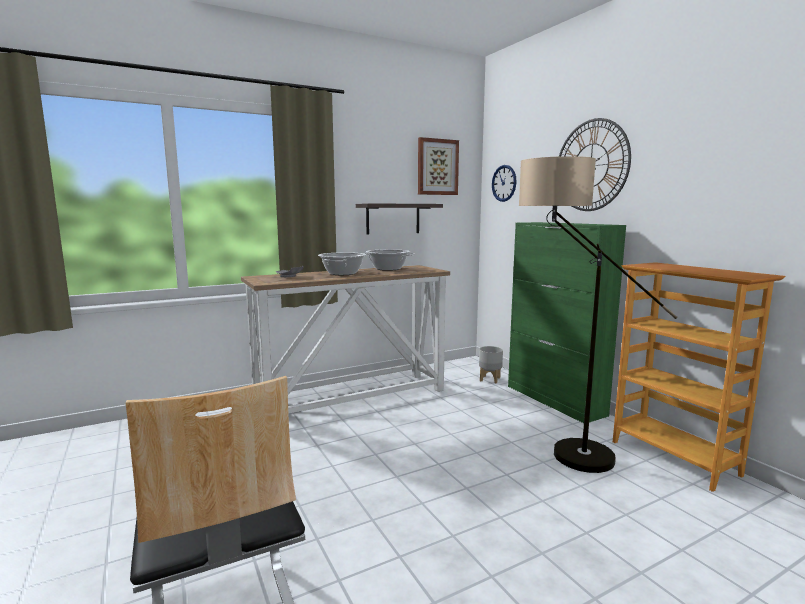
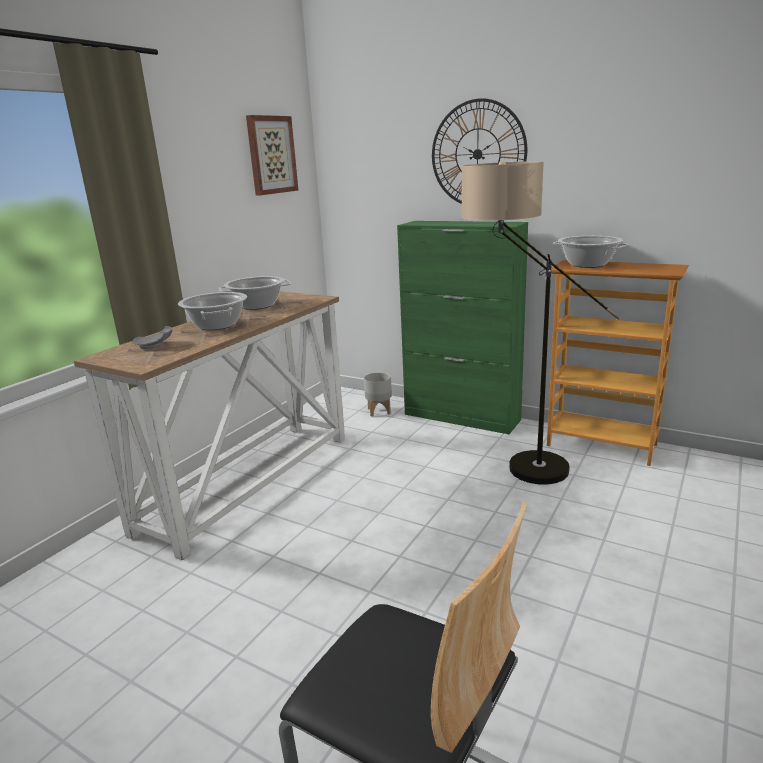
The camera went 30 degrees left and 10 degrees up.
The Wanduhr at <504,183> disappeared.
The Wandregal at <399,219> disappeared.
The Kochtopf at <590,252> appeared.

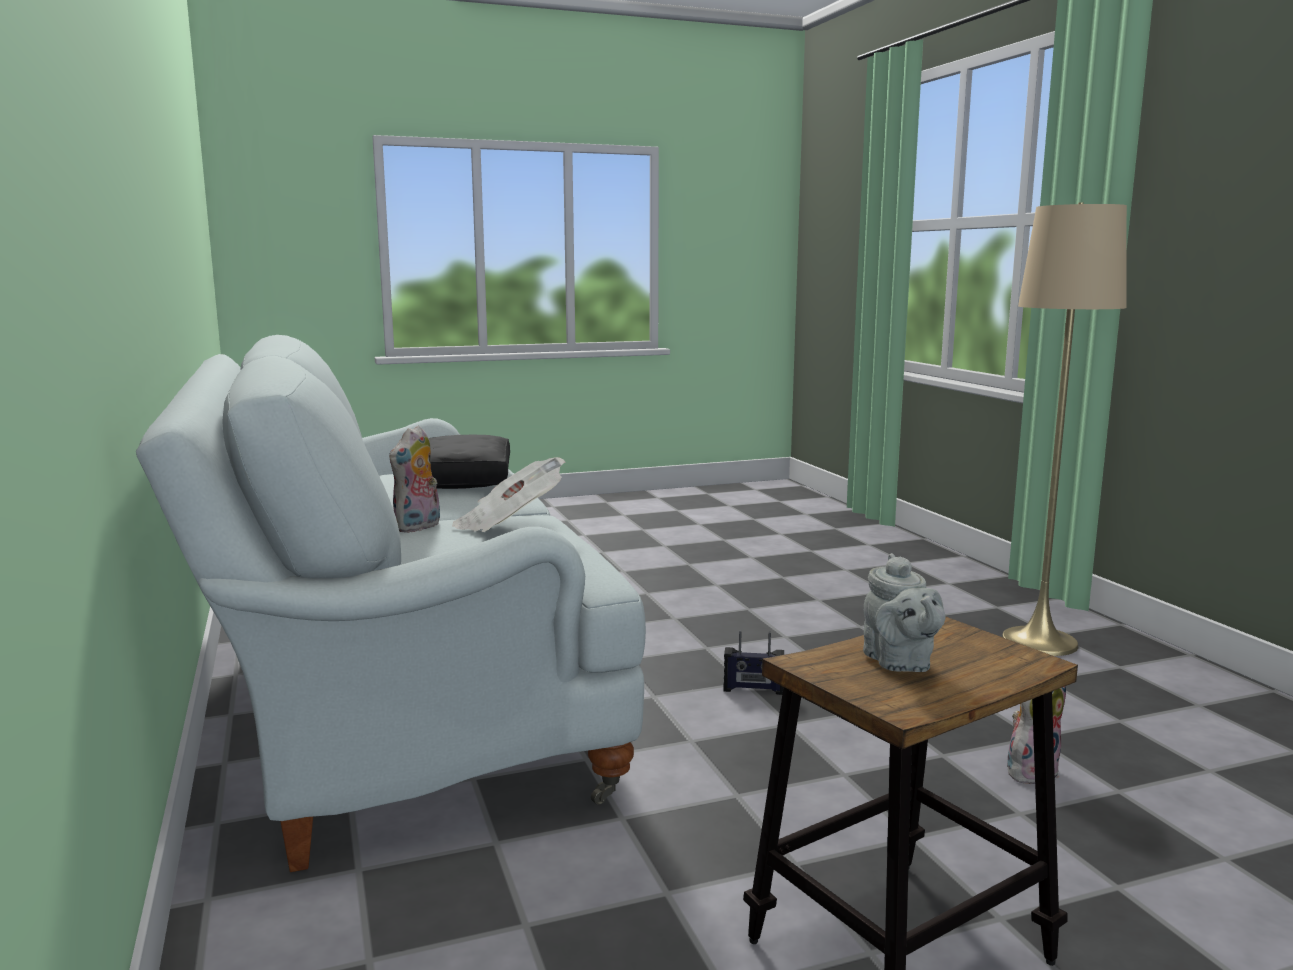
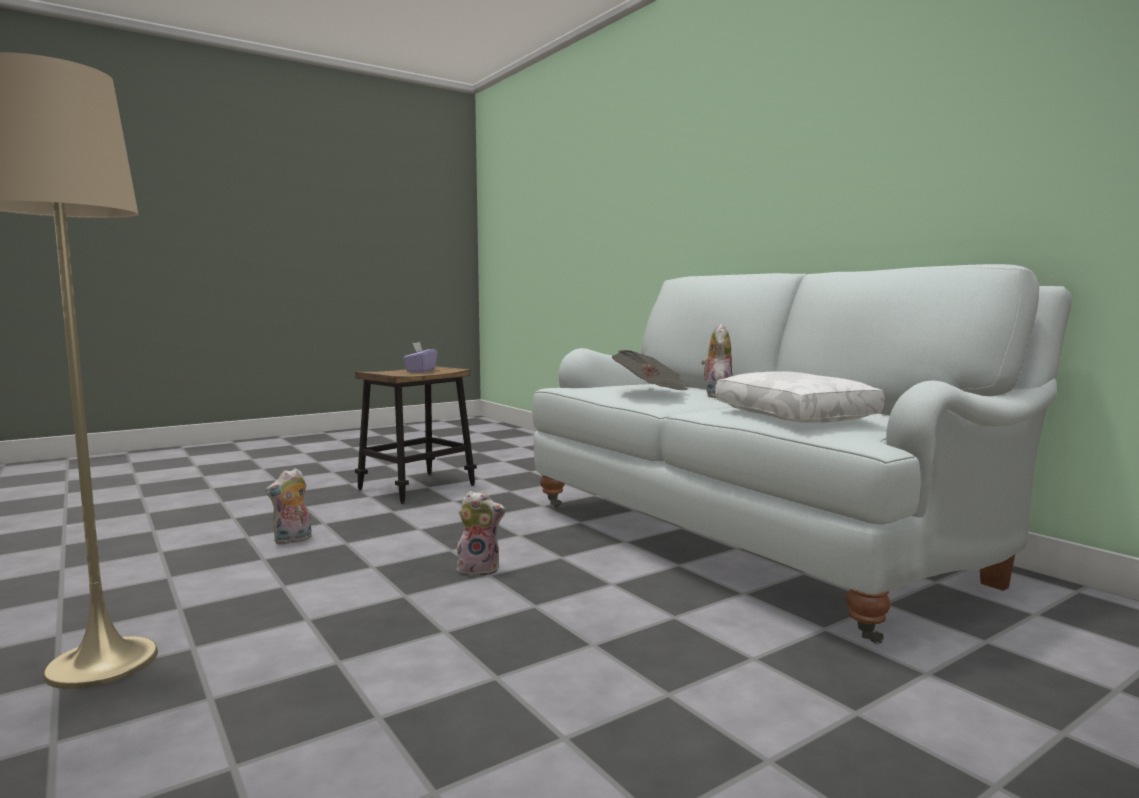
The camera went 165 degrees right and 5 degrees down.
The Kissen (schwarz) at <469,461> became the Kissen (weiß) at <799,397>.
The Teekanne (grau) at <904,612> was replaced by the Taschentuchbox (lila) at <420,357>.
The Radio at <753,662> was replaced by the Plüschtier at <480,534>.

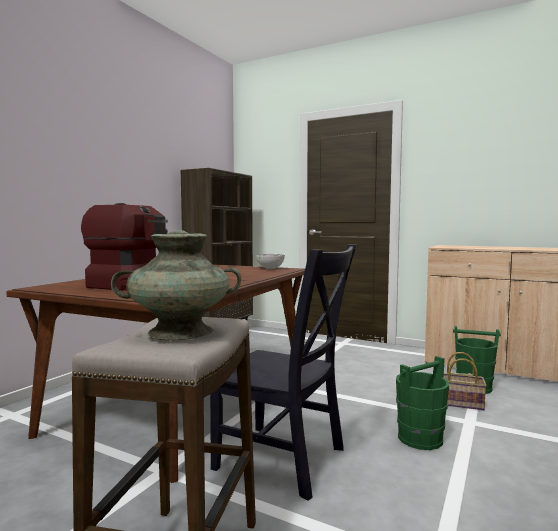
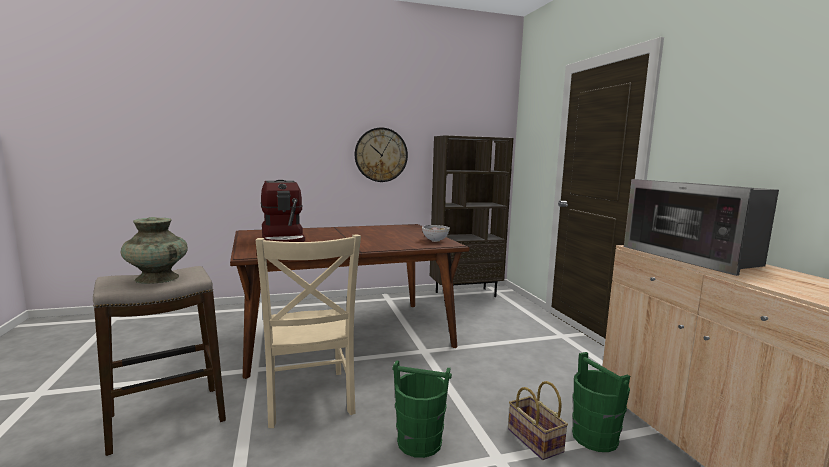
The camera went 45 degrees right and 5 degrees up.
The Stuhl (schwarz) at <283,372> became the Stuhl (beige) at <308,331>.
The Wanduhr at <381,155> appeared.
The Mikrowelle at <701,227> appeared.

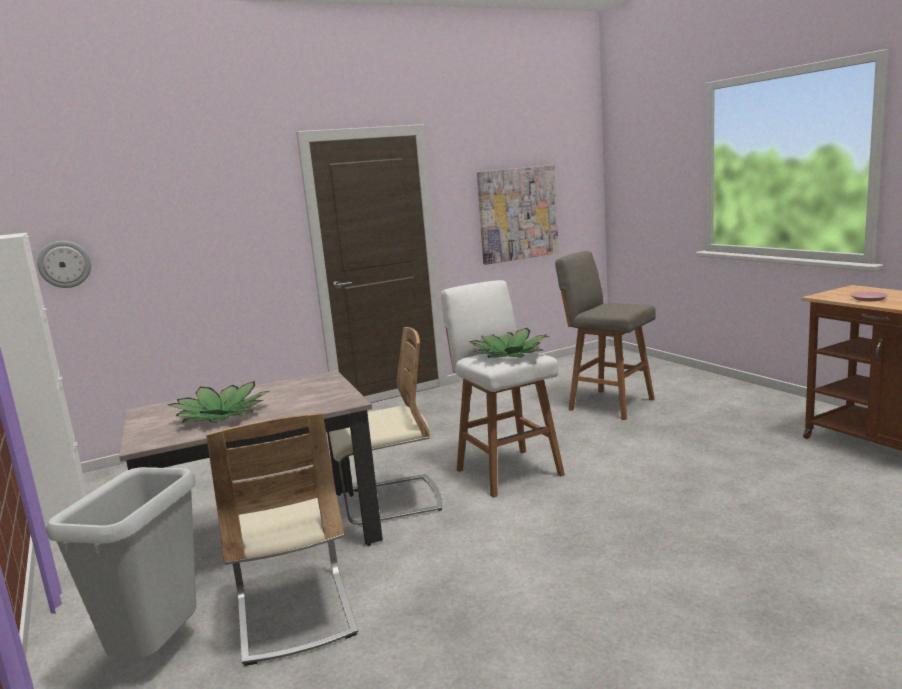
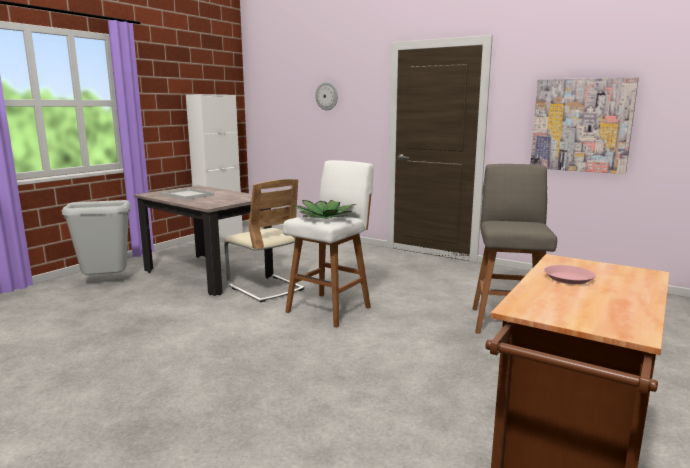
The camera went 60 degrees right and 0 degrees up.
The Wanduhr moved from <64,264> to <326,96>.
The Topfpflanze at <218,402> was replaced by the Tablett (weiß) at <187,194>.
The Stuhl (beige) at <282,539> disappeared.

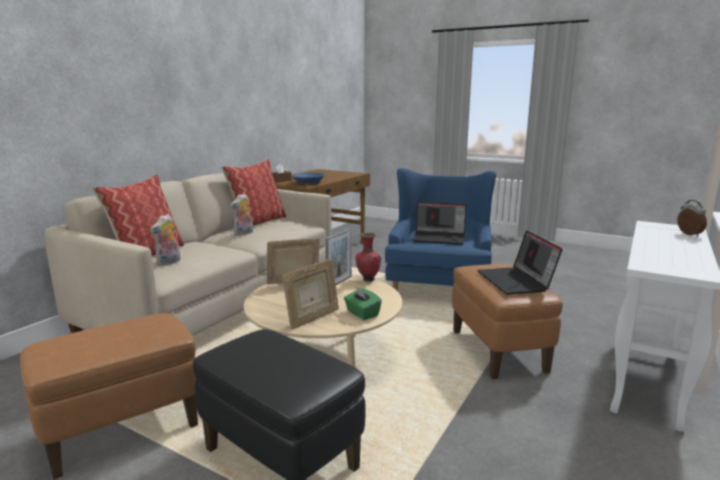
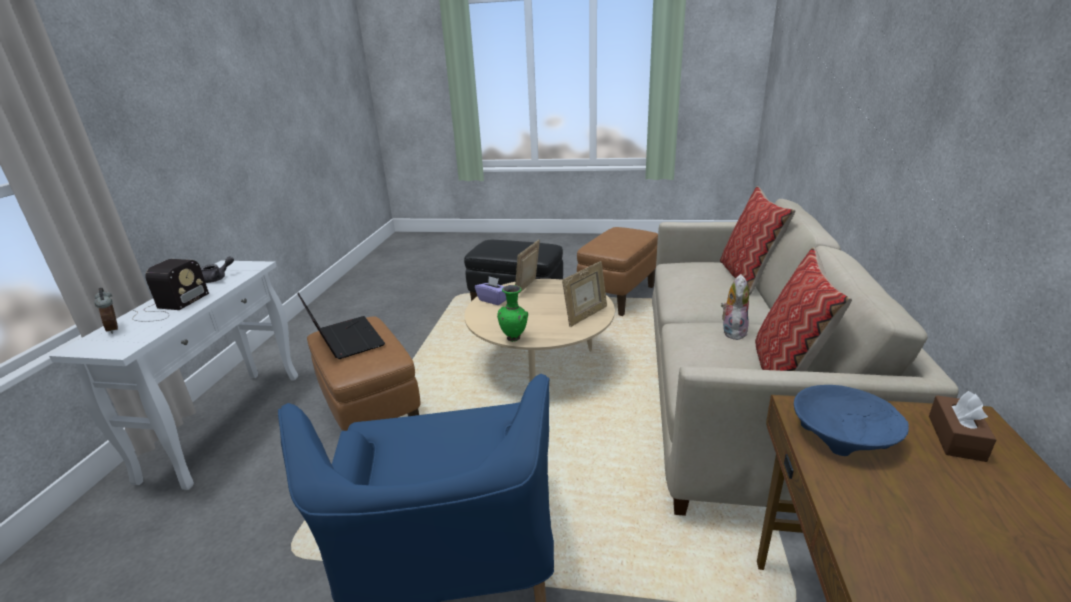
The camera went 160 degrees right and 10 degrees up.
The Laptop at <440,223> disappeared.
The Plüschtier at <165,240> disappeared.
The Bilderrahmen at <338,256> disappeared.
The Vase (rot) at <368,257> became the Vase (grün) at <512,313>.
The Taschentuchbox (grün) at <363,303> became the Taschentuchbox (lila) at <491,290>.
The Teekanne (grau) at <217,269> appeared.
The Radio at <170,290> appeared.

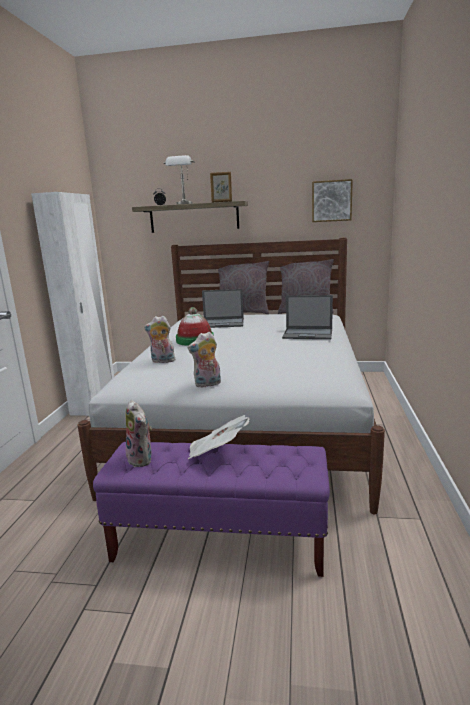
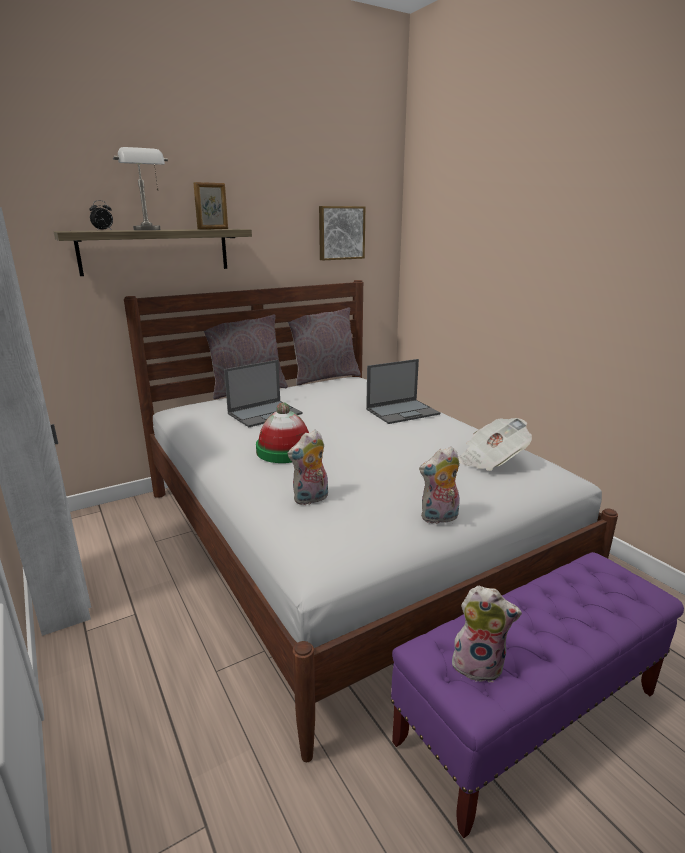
The camera went 40 degrees left and 5 degrees up.
The Plüschtier at <204,359> turned 45 degrees clockwise.
The Zeitung moved from <219,437> to <495,444>.

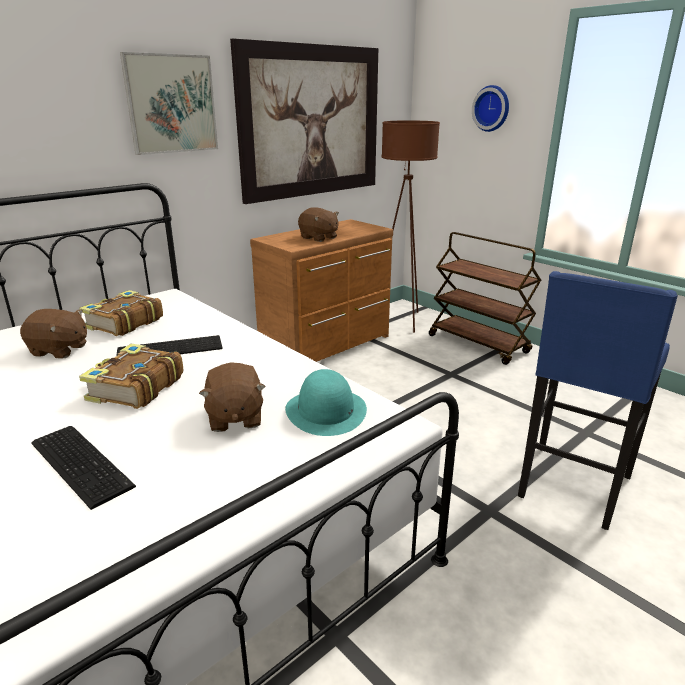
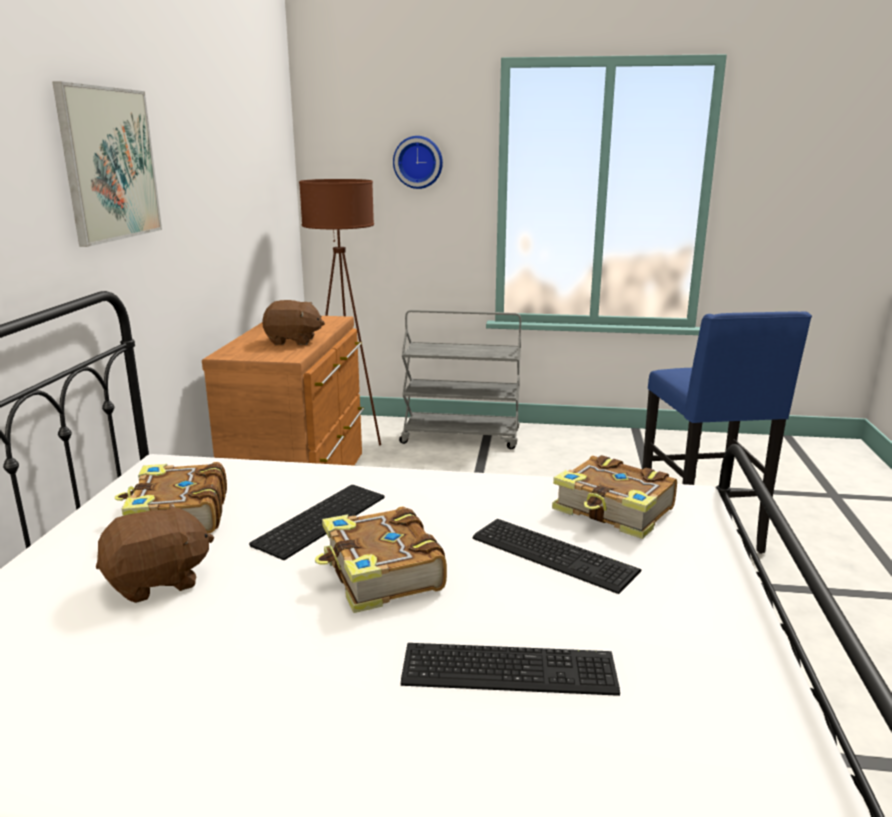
The camera went 40 degrees left and 5 degrees down.
The Bild at <304,121> disappeared.
The Rollwagen (braun) at <485,298> became the Rollwagen (grau) at <460,379>.
The Plüschtier (braun) at <232,397> was replaced by the Tastatur at <557,556>.
The Hut (türkis) at <326,402> was replaced by the Buch at <614,497>.

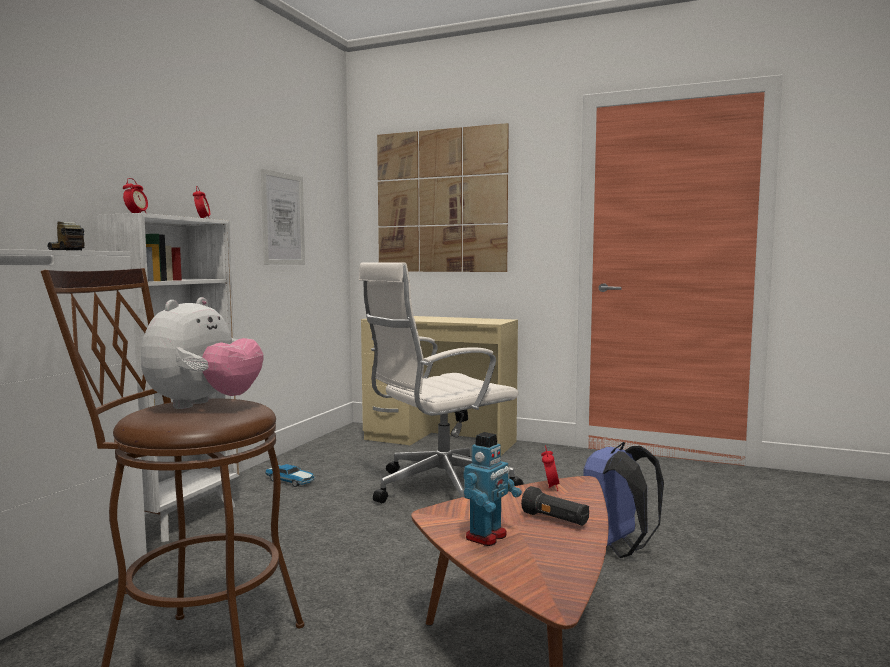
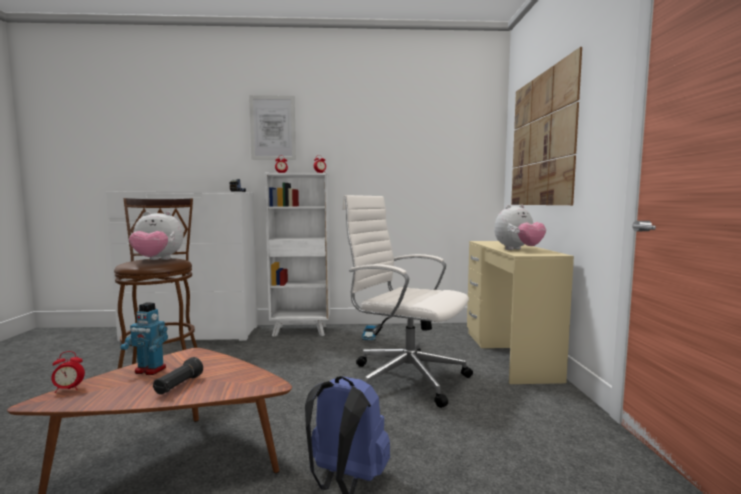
The camera went 65 degrees right and 0 degrees up.
The Bild moved from <283,217> to <272,127>.
The Wecker moved from <550,468> to <68,372>.
The Plüschtier at <520,227> appeared.

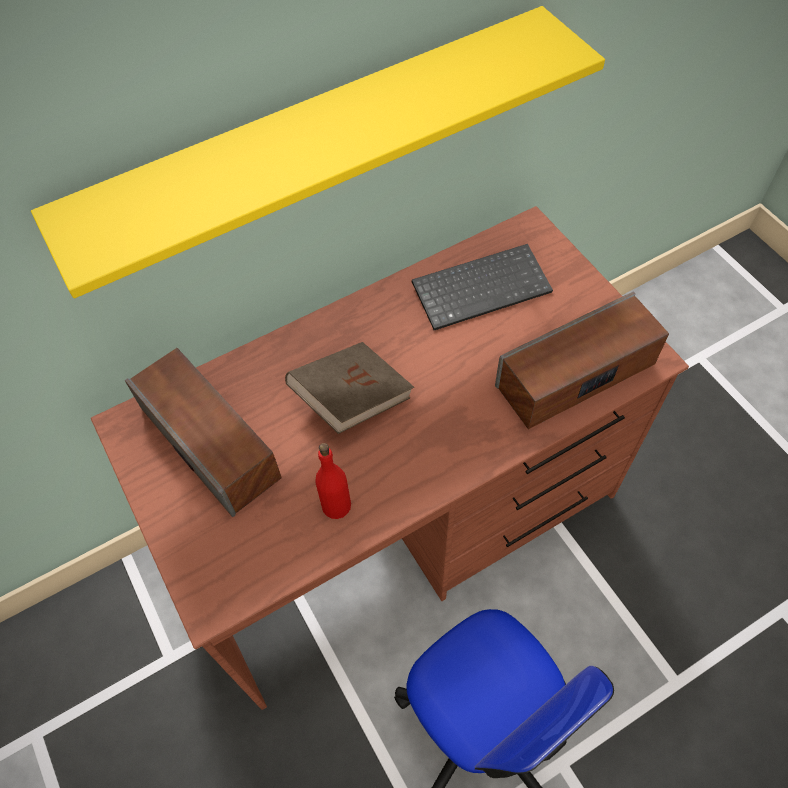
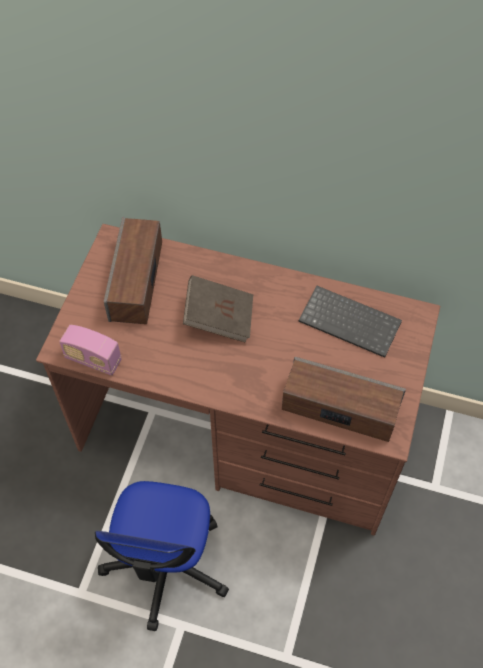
The camera went 45 degrees right and 0 degrees up.
The Wandregal (gelb) at <318,152> disappeared.
The Flasche (rot) at <333,481> disappeared.
The Radio at <90,350> appeared.

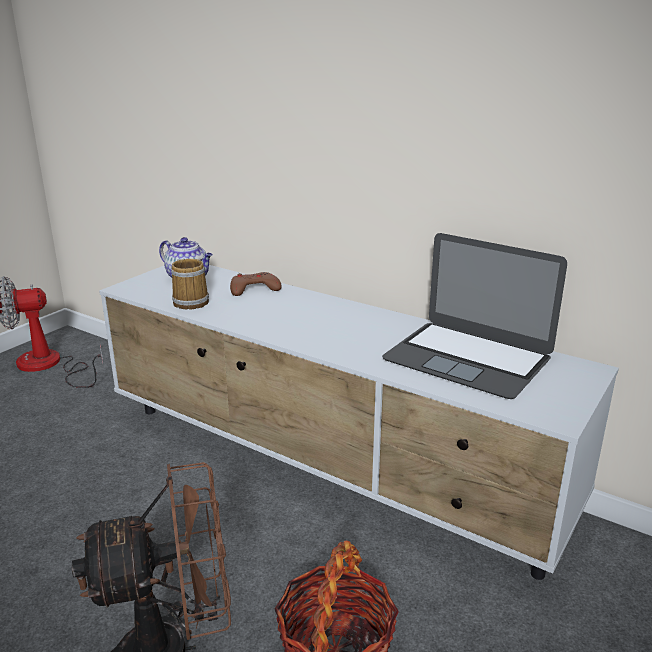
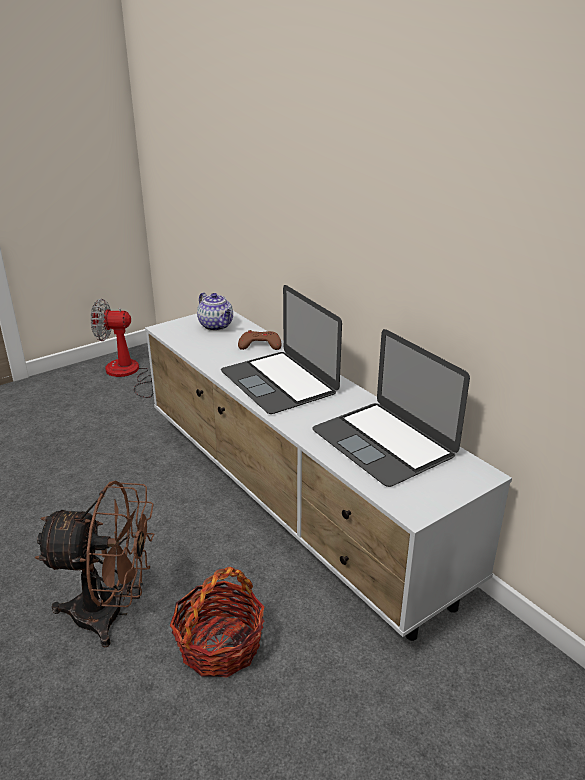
The camera went 20 degrees right and 5 degrees up.
The Henkelbecher at <190,284> disappeared.
The Laptop at <281,349> appeared.

